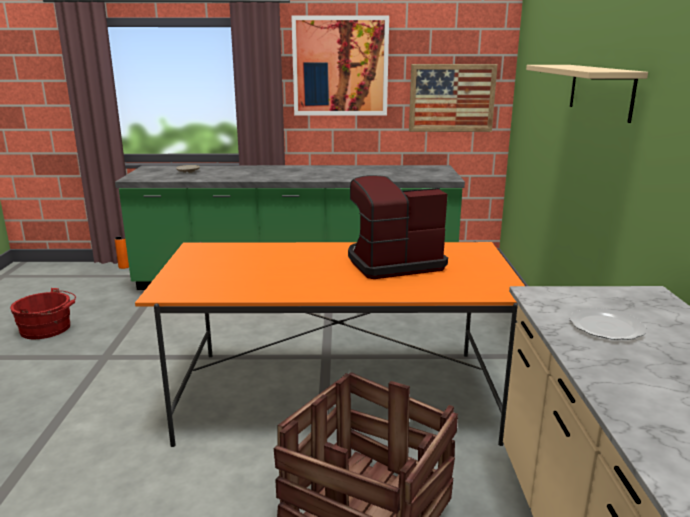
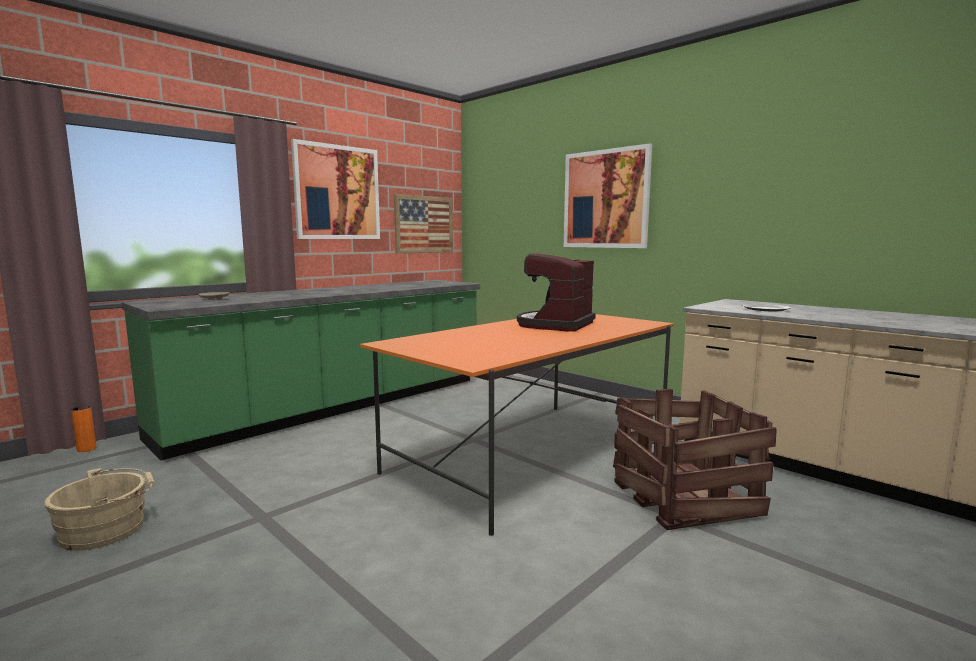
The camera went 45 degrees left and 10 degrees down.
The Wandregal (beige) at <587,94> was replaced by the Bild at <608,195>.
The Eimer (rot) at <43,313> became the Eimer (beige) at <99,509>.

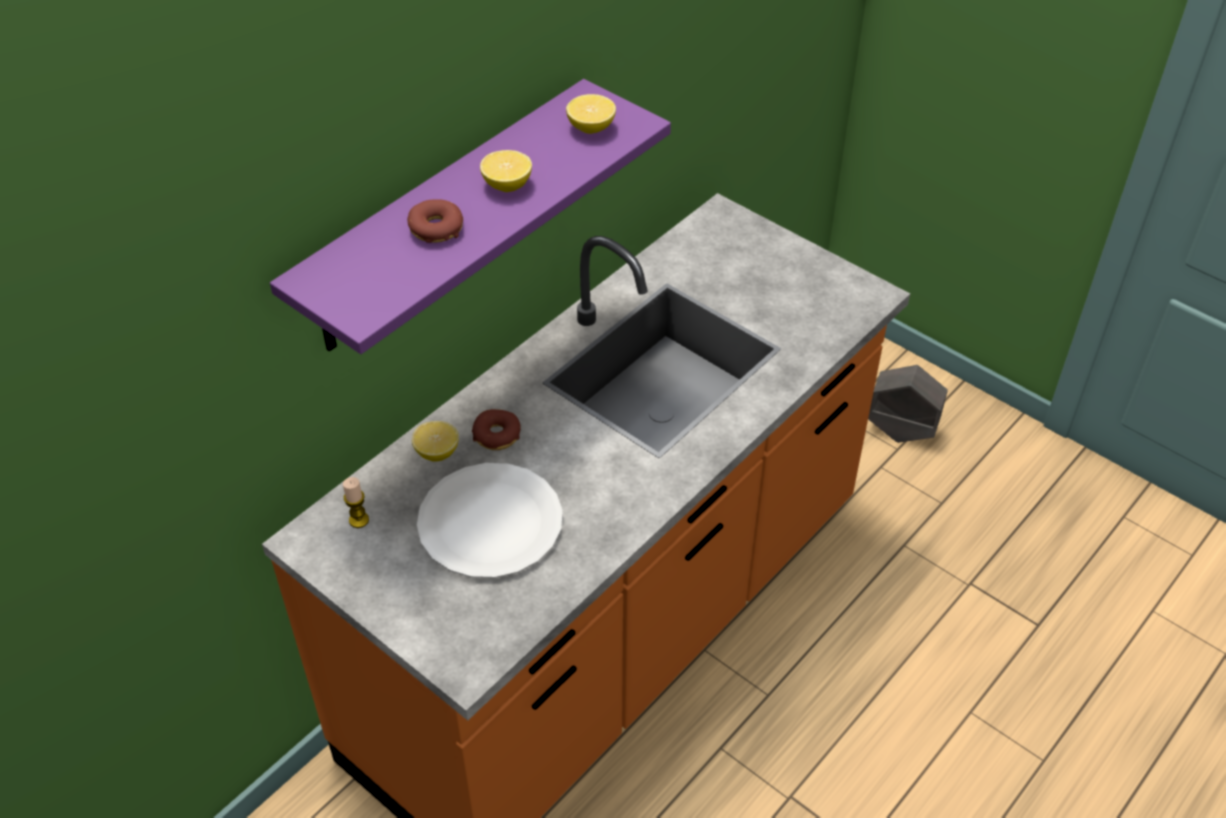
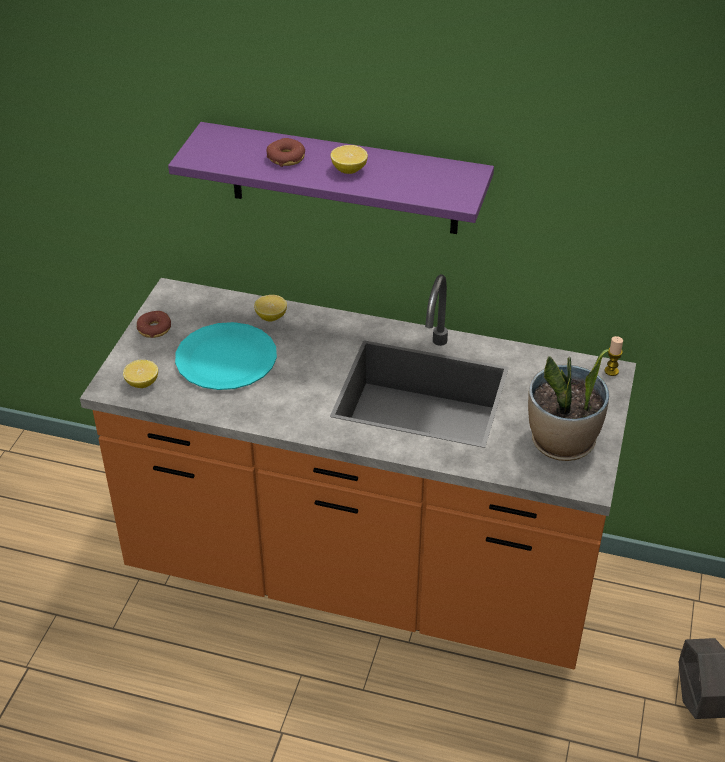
The camera went 65 degrees right and 5 degrees down.
The Zitrone moved from <591,114> to <140,374>.
The Donut moved from <496,429> to <154,324>.
The Teller (weiß) at <490,520> became the Teller (türkis) at <226,356>.
The Kerze moved from <356,502> to <614,356>.
The Topfpflanze at <568,405> appeared.

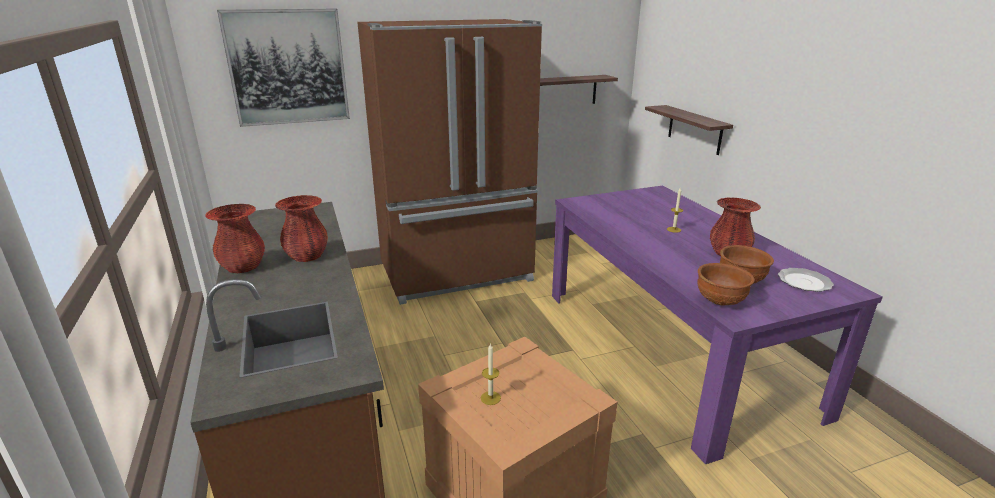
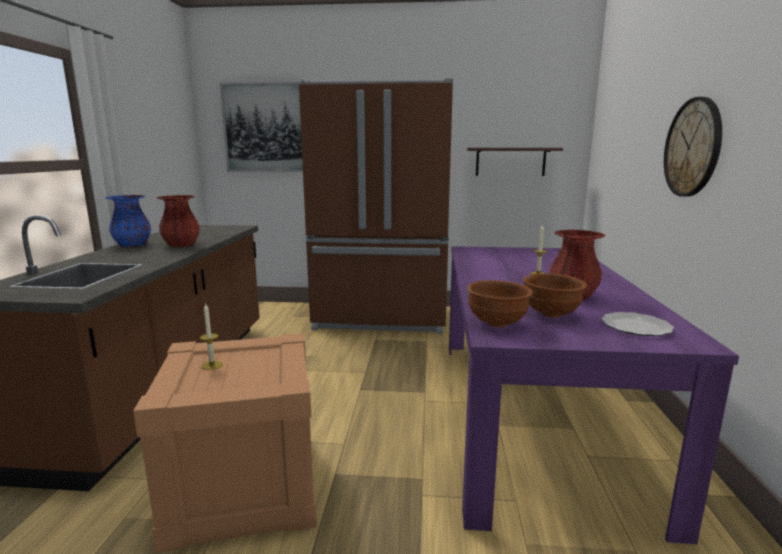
The camera went 25 degrees right and 10 degrees down.
The Wandregal at <689,130> disappeared.
The Vase (rot) at <235,238> became the Vase (blau) at <128,221>.
The Wanduhr at <693,147> appeared.

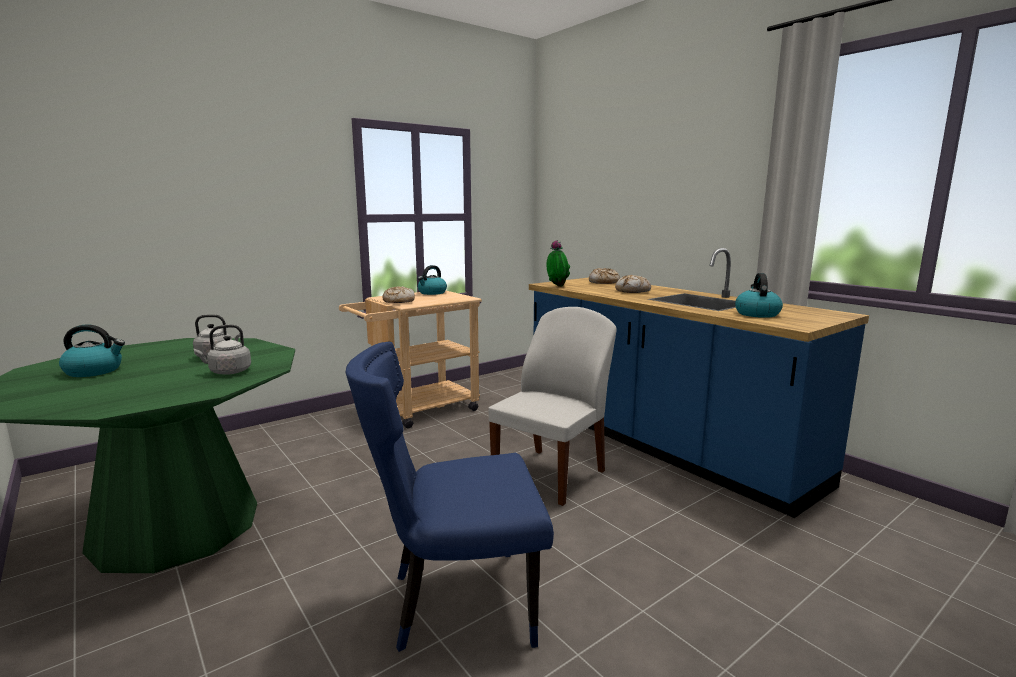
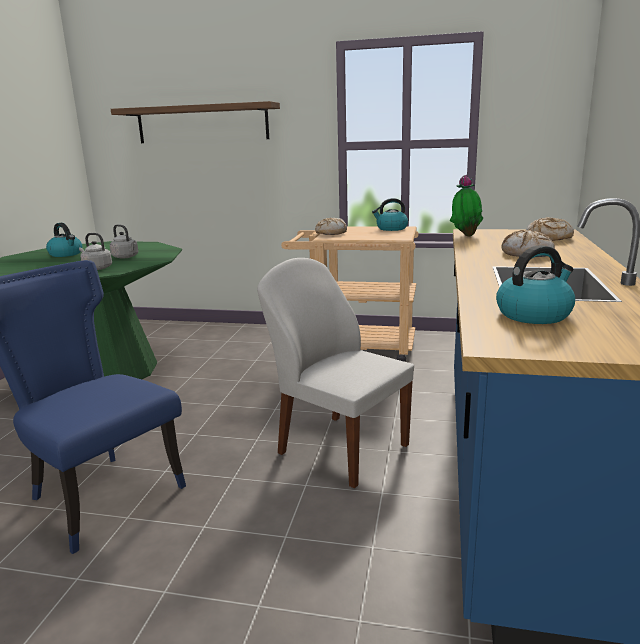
The camera went 50 degrees right and 5 degrees up.
The Stuhl (weiß) at <552,406> turned 135 degrees counterclockwise.
The Wandregal at <195,122> appeared.

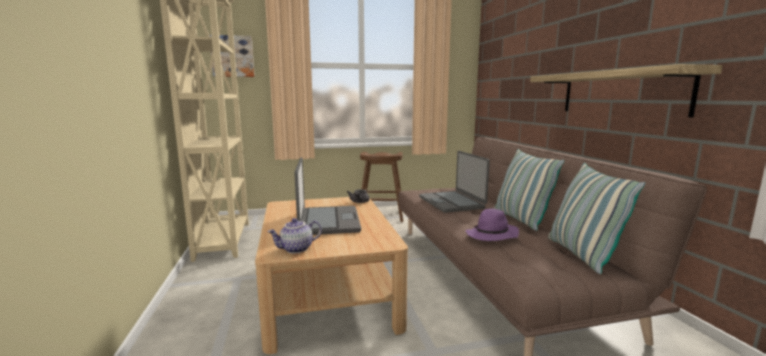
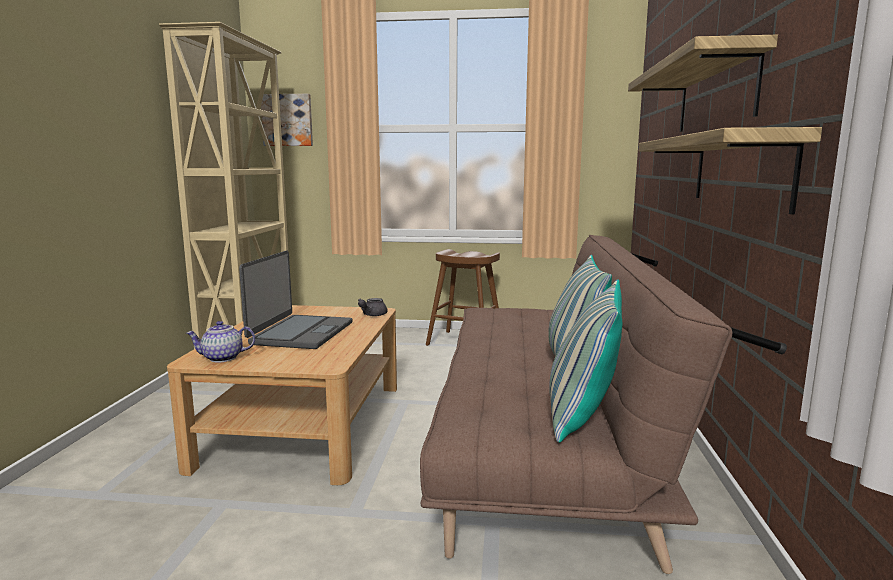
The camera went 20 degrees right and 0 degrees up.
The Laptop at <454,182> disappeared.
The Hut (lila) at <492,224> disappeared.
The Wandregal at <703,83> appeared.

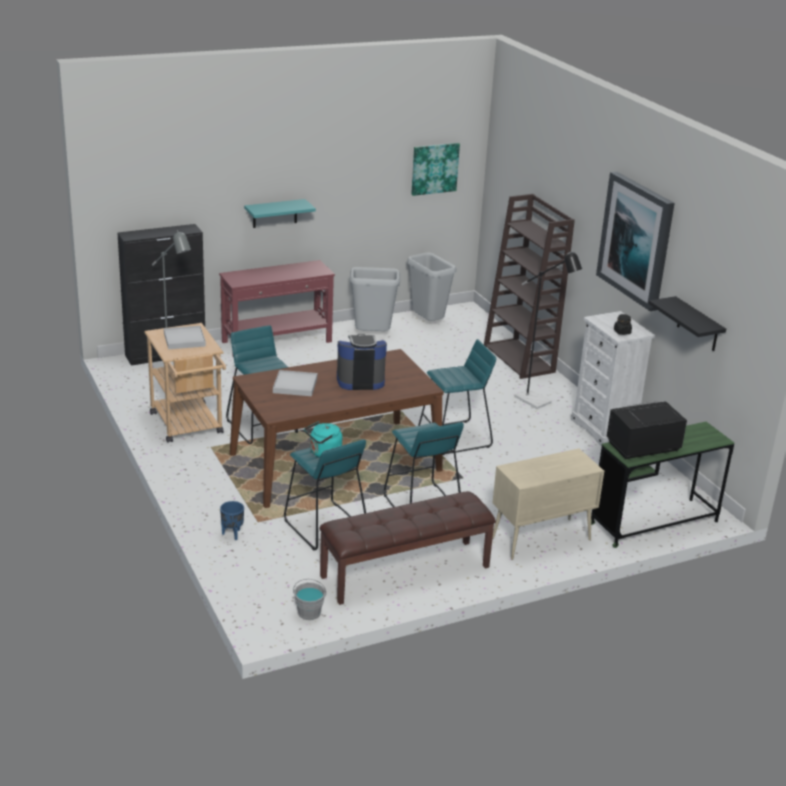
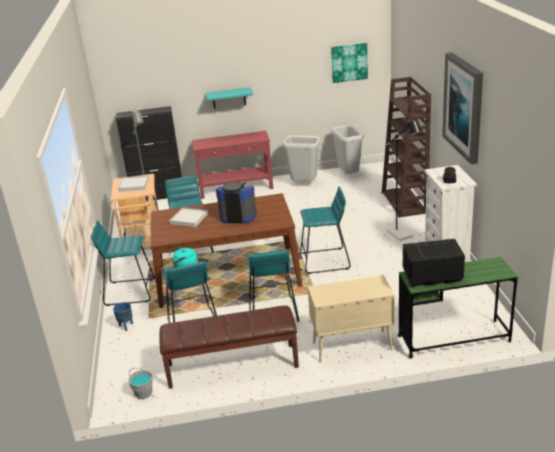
The camera went 20 degrees right and 0 degrees up.
The Wandregal (schwarz) at <687,323> disappeared.
The Hocker (türkis) at <122,263> appeared.

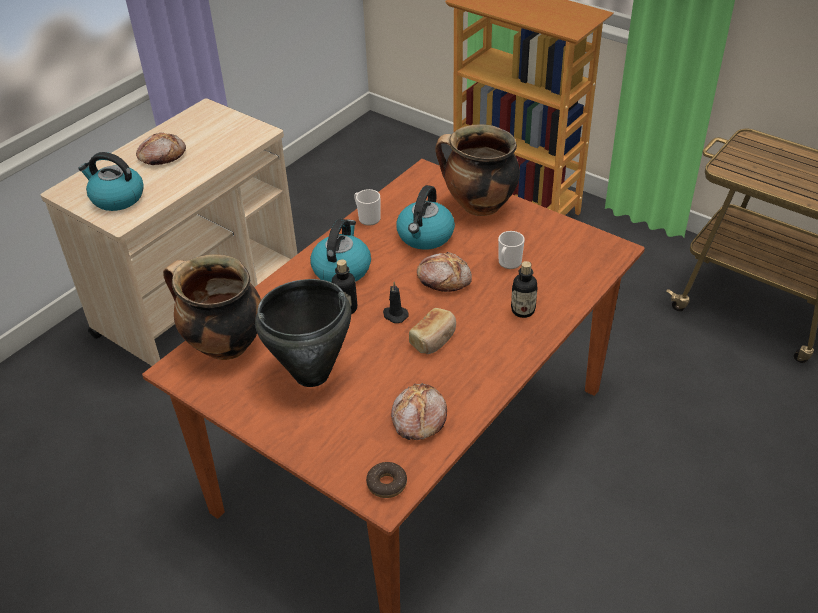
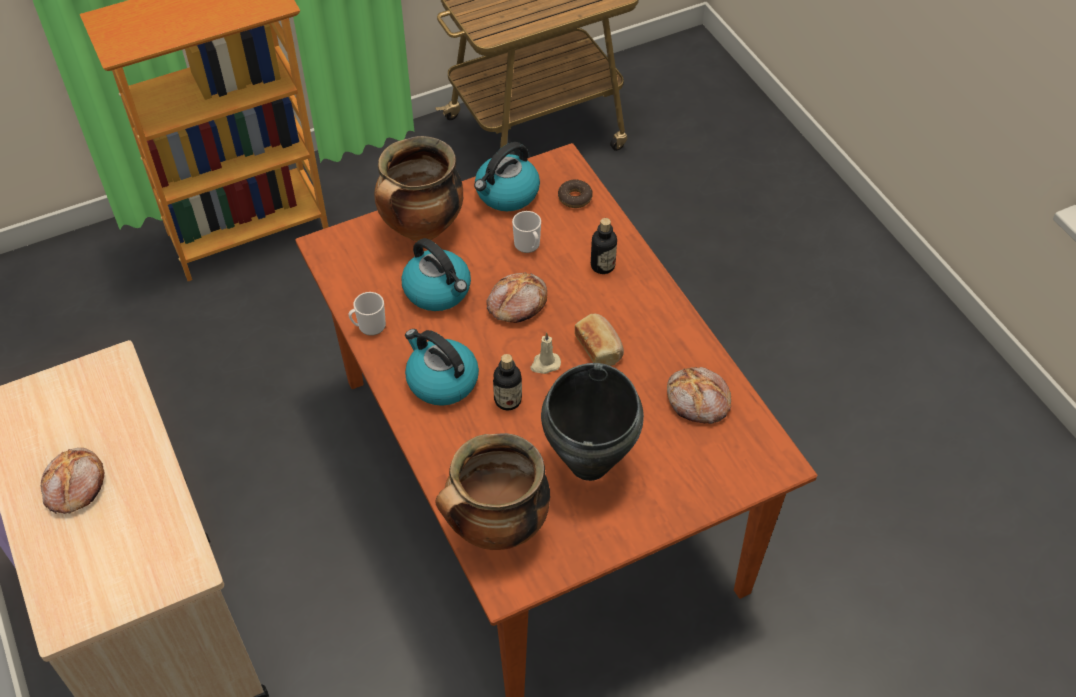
The camera went 65 degrees left and 10 degrees up.
The Wasserkessel moved from <111,181> to <507,176>.
The Kerze (schwarz) at <396,302> became the Kerze (beige) at <545,353>.
The Donut moved from <386,480> to <575,193>.

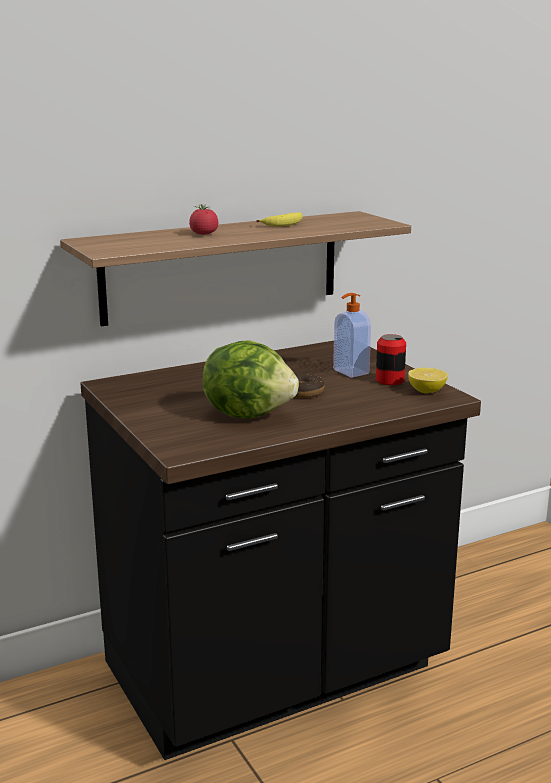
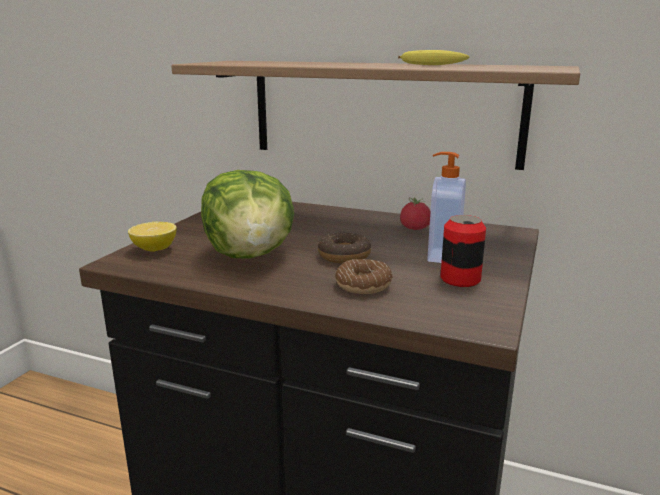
The camera went 50 degrees right and 0 degrees up.
The Tomate moved from <203,219> to <415,213>.
The Zitrone moved from <428,381> to <152,237>.
The Donut at <364,276> appeared.

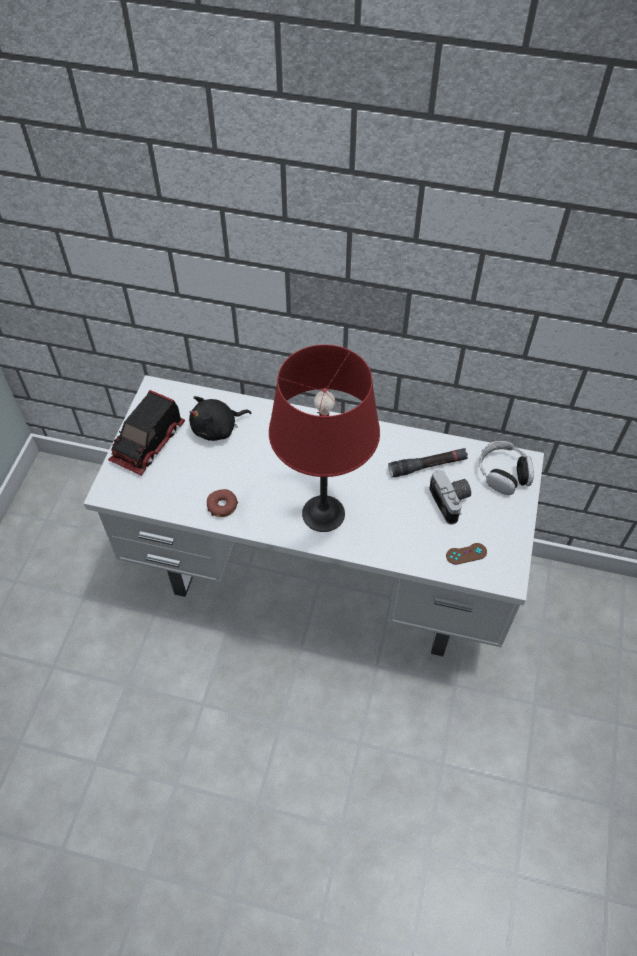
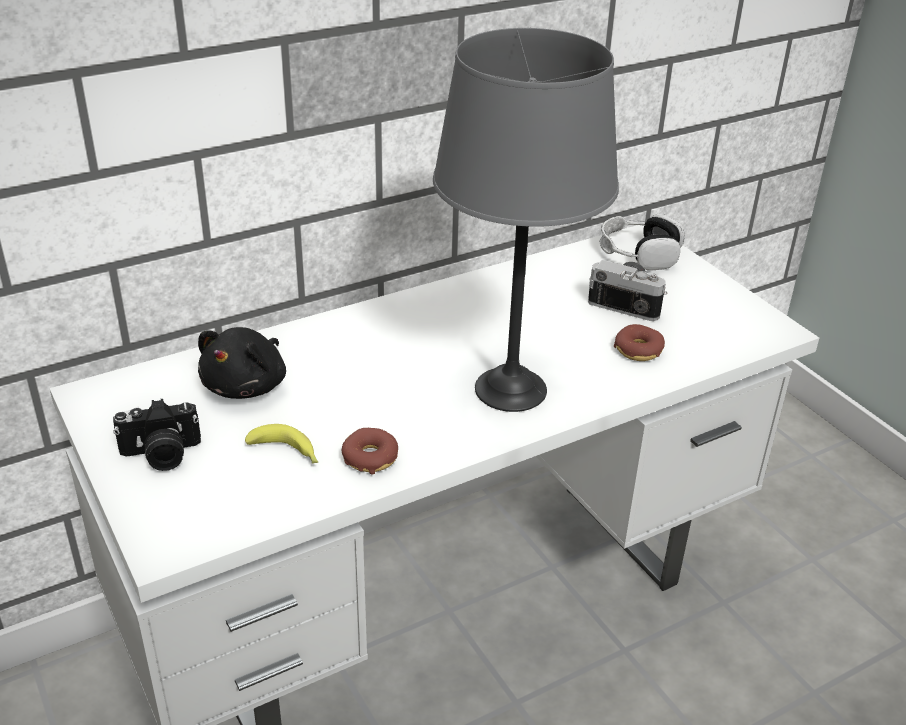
The camera went 45 degrees left and 20 degrees down.
The Tischlampe (rot) at <324,438> became the Tischlampe (grau) at <526,220>.
The Spielzeuglaster at <146,433> was replaced by the Kamera at <157,435>.
The Taschenlampe (schwarz) at <428,463> disappeared.
The Gamepad (braun) at <466,554> disappeared.
The Donut at <639,342> appeared.
The Banane at <281,444> appeared.

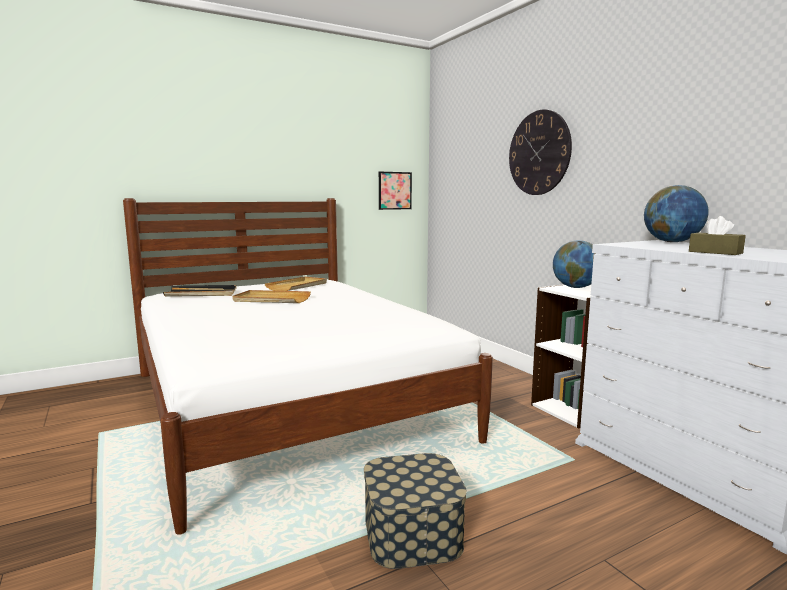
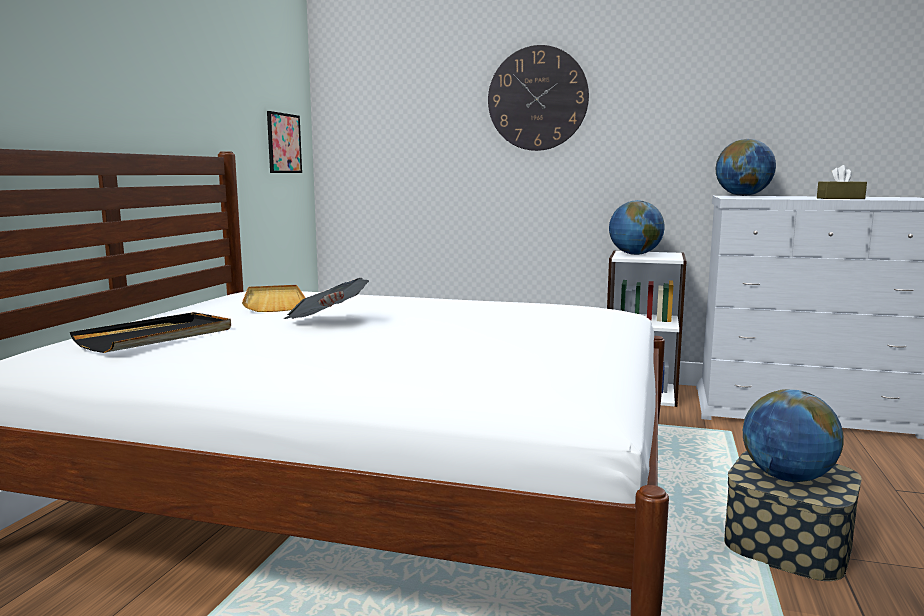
The camera went 45 degrees left and 0 degrees up.
The Tablett (beige) at <271,296> was replaced by the Zeitung at <326,298>.
The Globus at <793,435> appeared.

